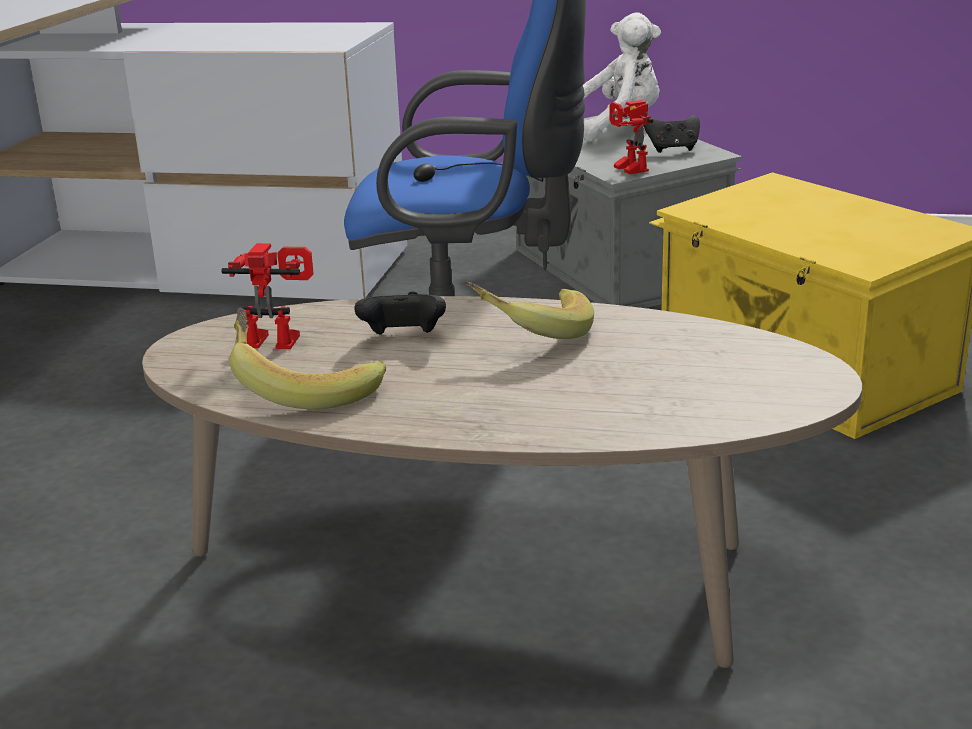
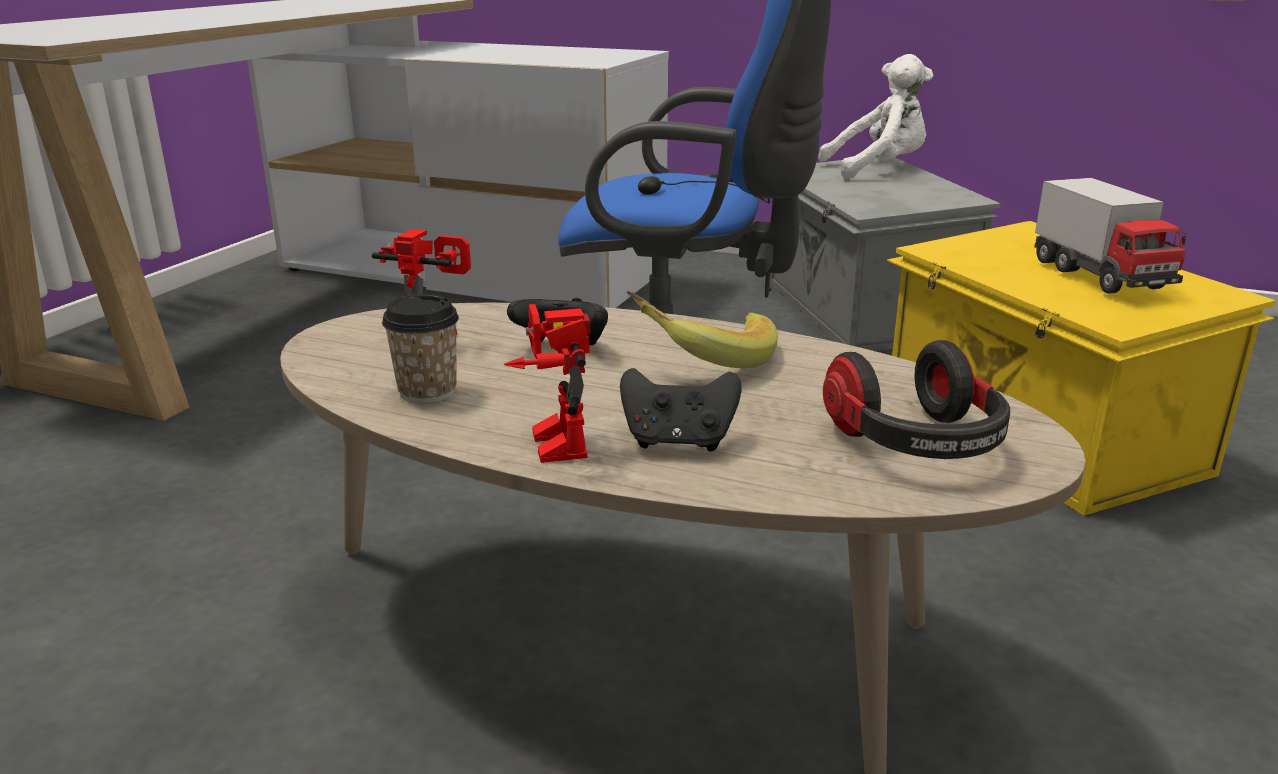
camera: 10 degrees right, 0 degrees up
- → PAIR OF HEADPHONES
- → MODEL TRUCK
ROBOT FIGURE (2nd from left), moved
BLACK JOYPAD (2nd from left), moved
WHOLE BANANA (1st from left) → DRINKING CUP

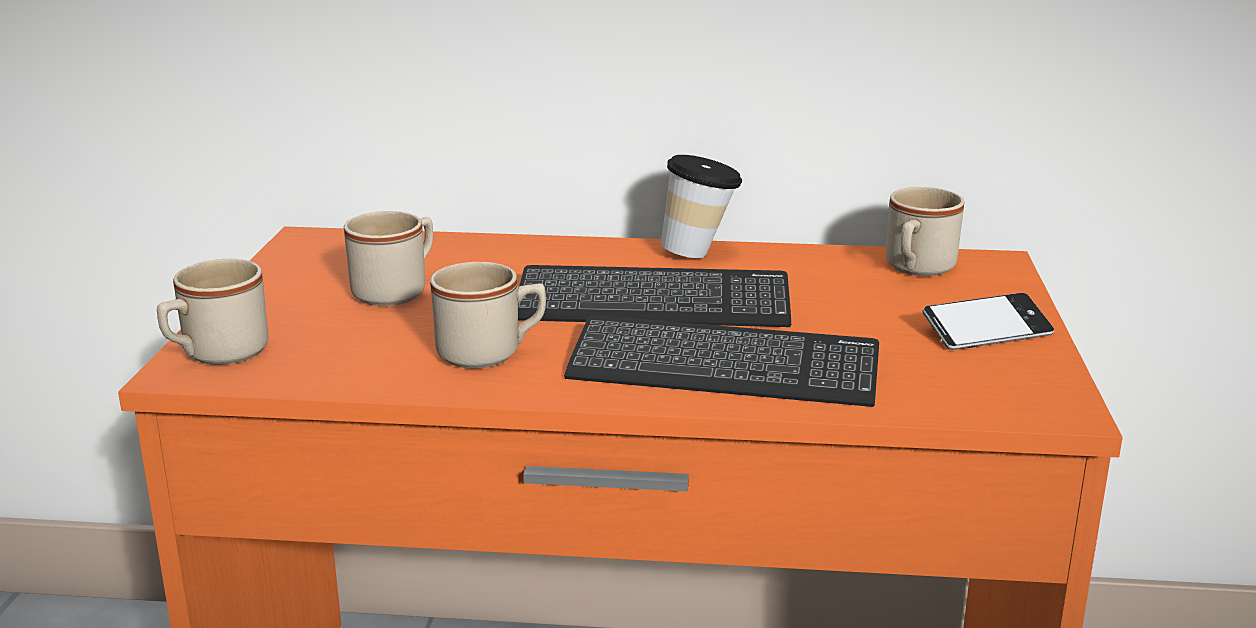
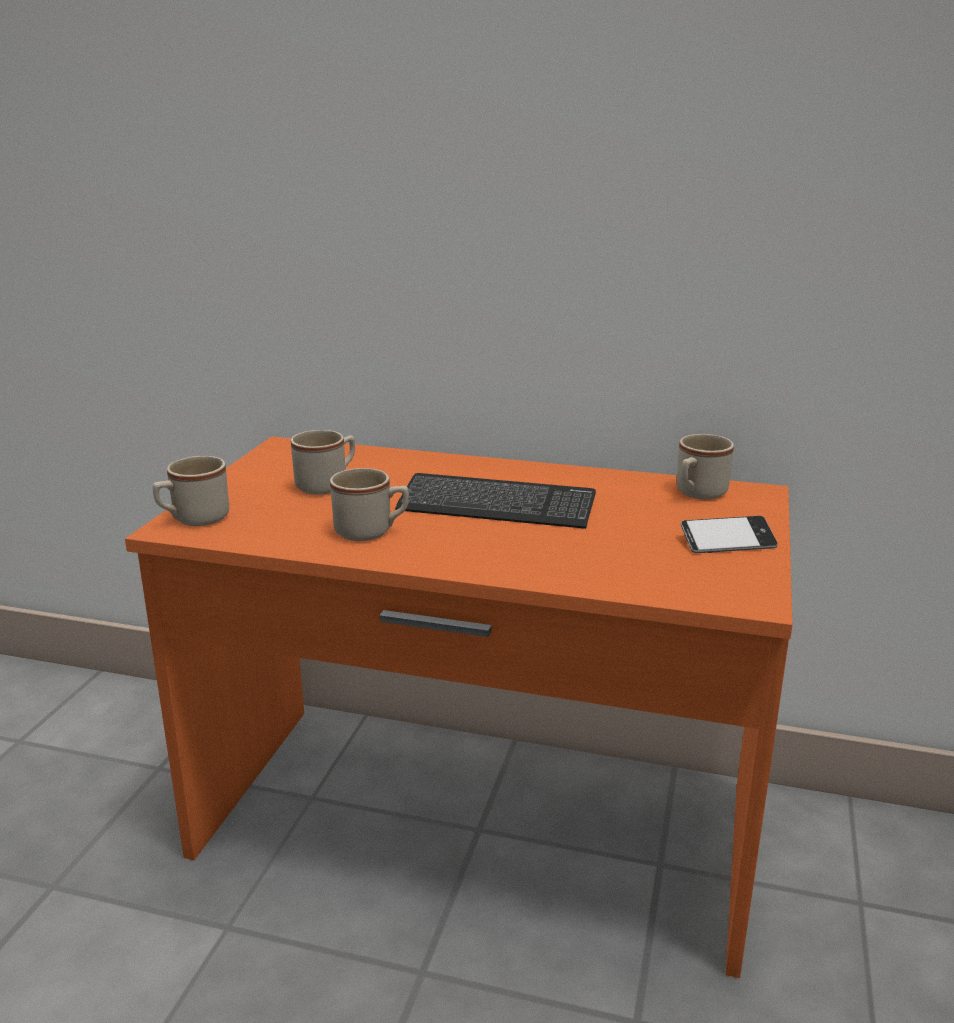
camera: 10 degrees right, 0 degrees up
KEYBOARD (2nd from left) → -
DRINKING CUP → -

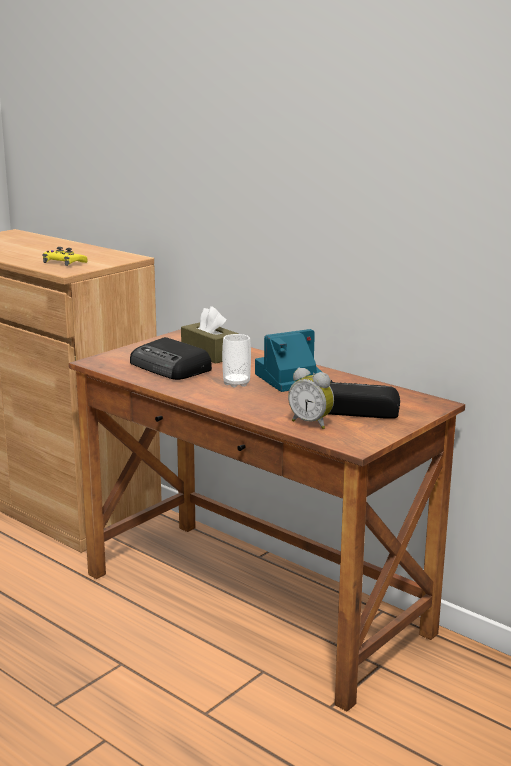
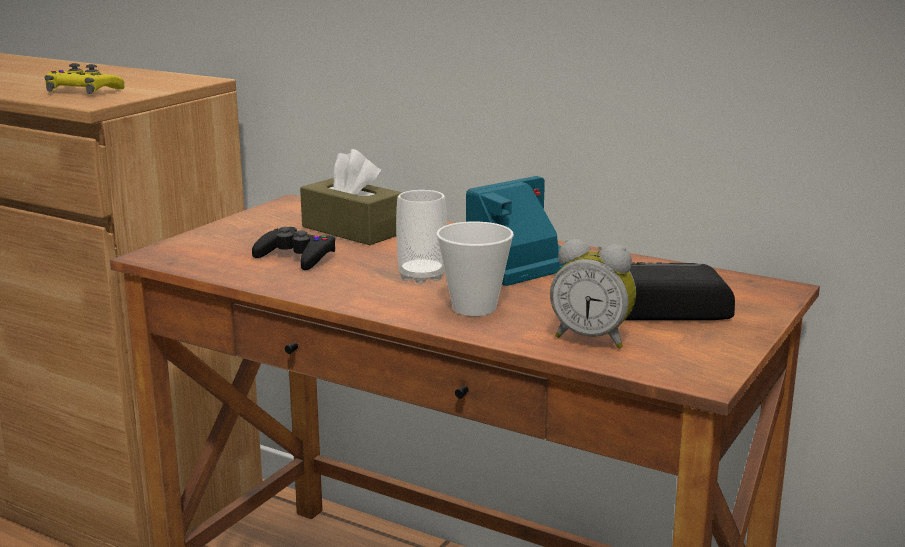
camera: 10 degrees left, 0 degrees up
- → DRINKING CUP (2nd from left)
RADIO RECEIVER (1st from left) → BLACK JOYPAD

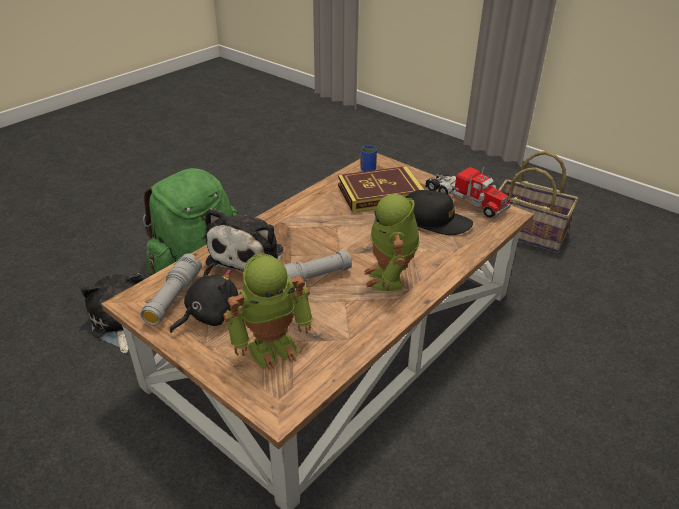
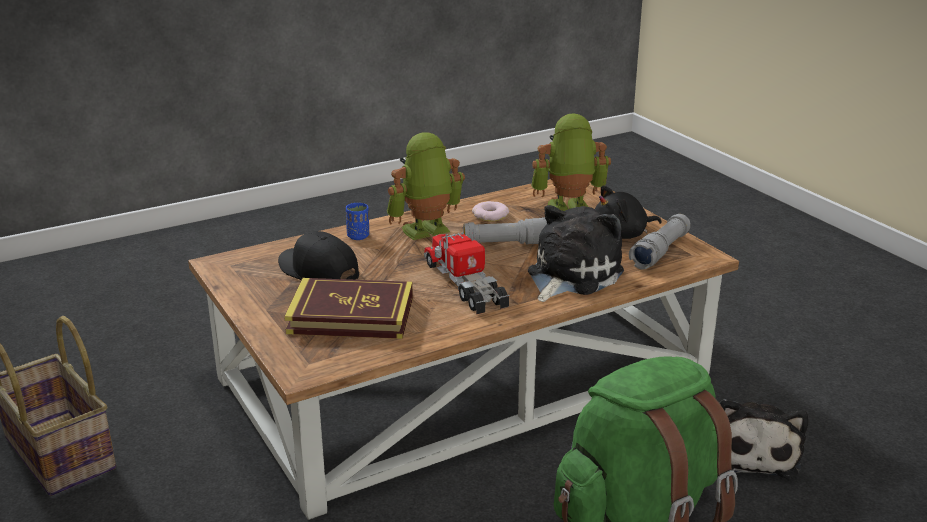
camera: 160 degrees left, 10 degrees down
- → DOUGHNUT
BLUE-COLOURED DRINKING CUP, moved
MODEL TRUCK, moved
ROBOT FIGURE (2nd from left in the first image) → ROBOT FIGURE (1st from left), 135 degrees counterclockwise

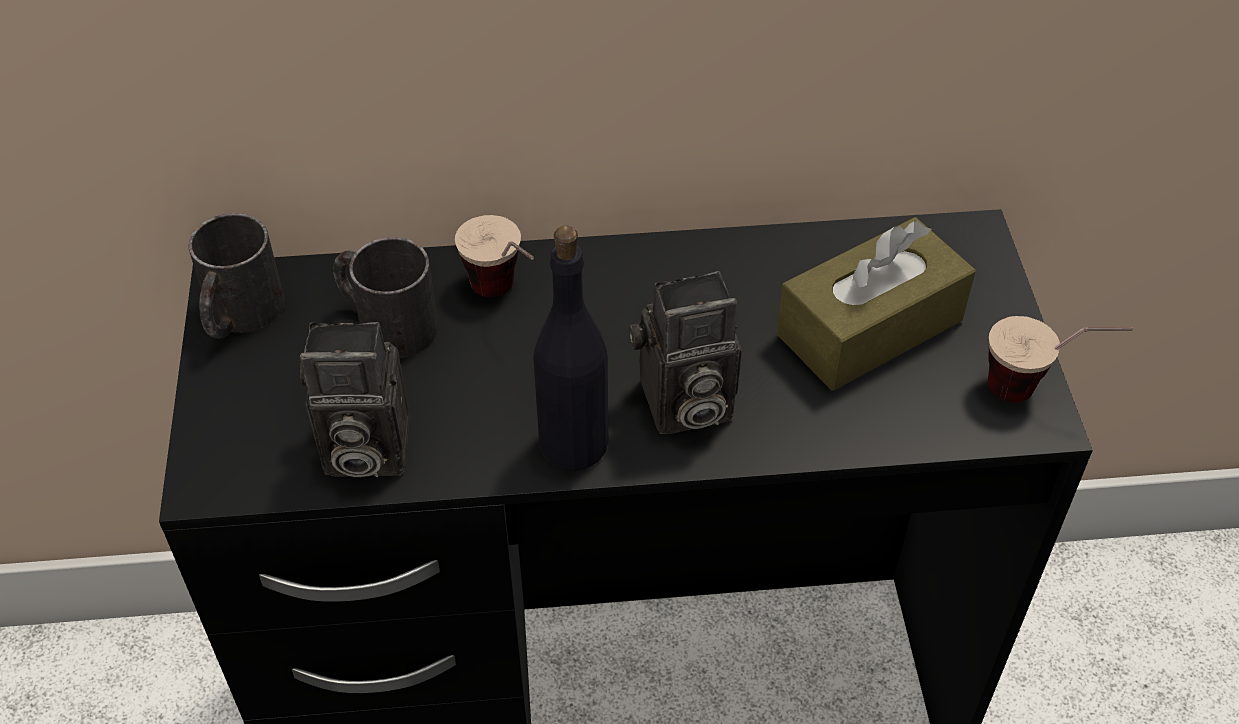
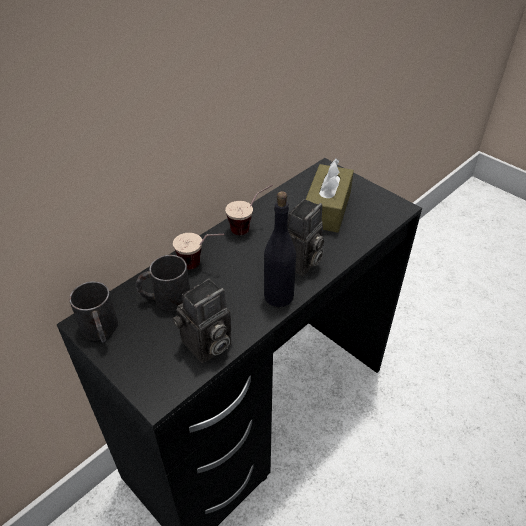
camera: 40 degrees left, 5 degrees down
DRINKING CUP (2nd from left), moved

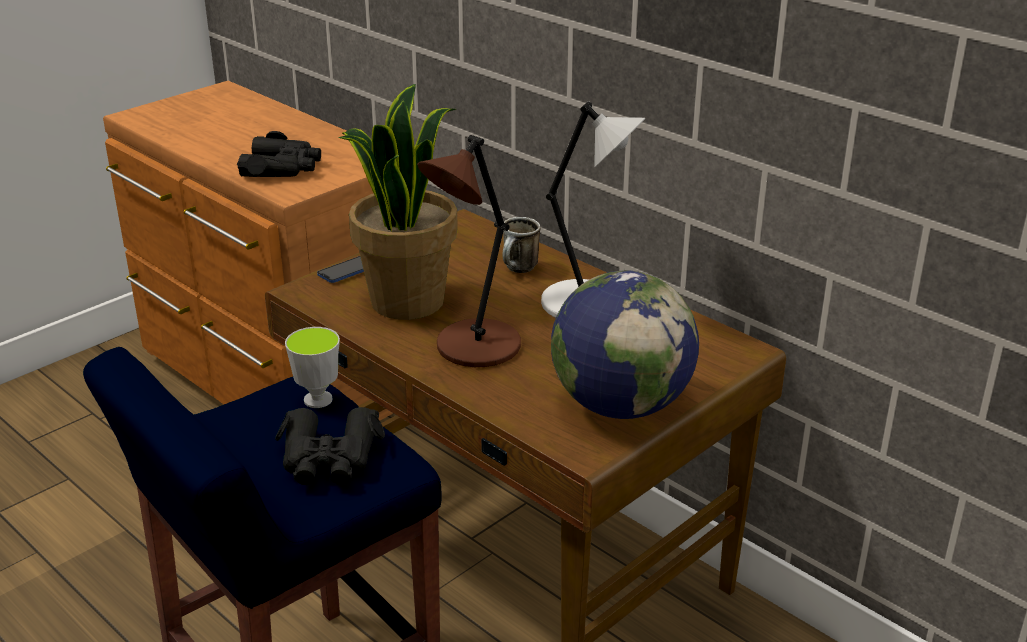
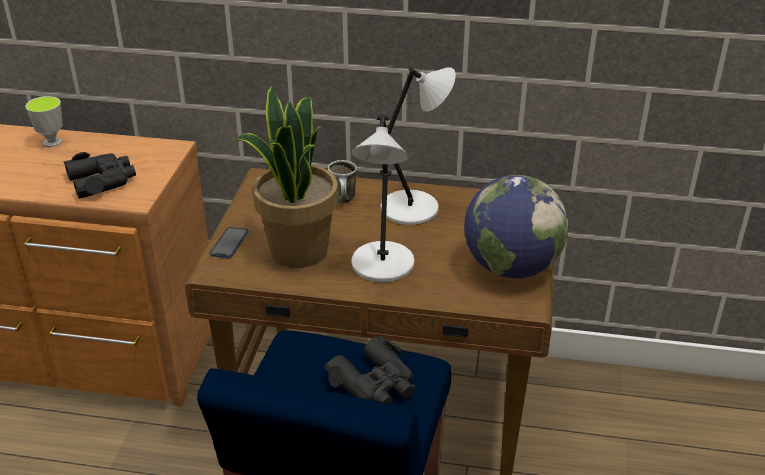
camera: 35 degrees left, 5 degrees up
DRINKING CUP, moved
BROWN TABLETOP LAMP → GREY TABLETOP LAMP (1st from left)

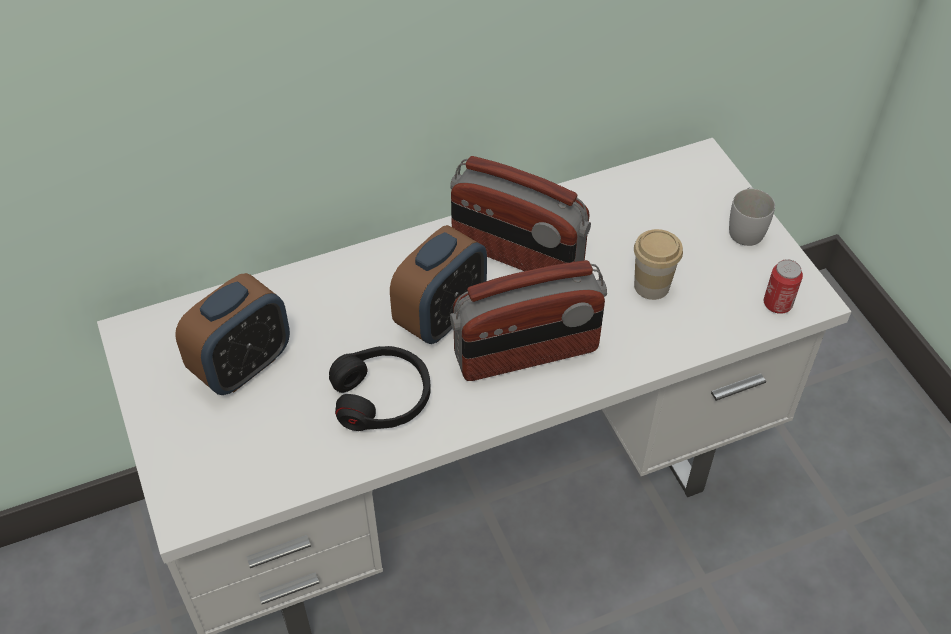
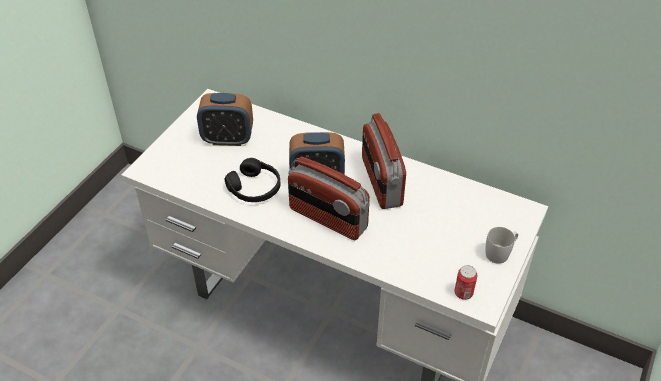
camera: 50 degrees right, 5 degrees down
DRINKING CUP → -

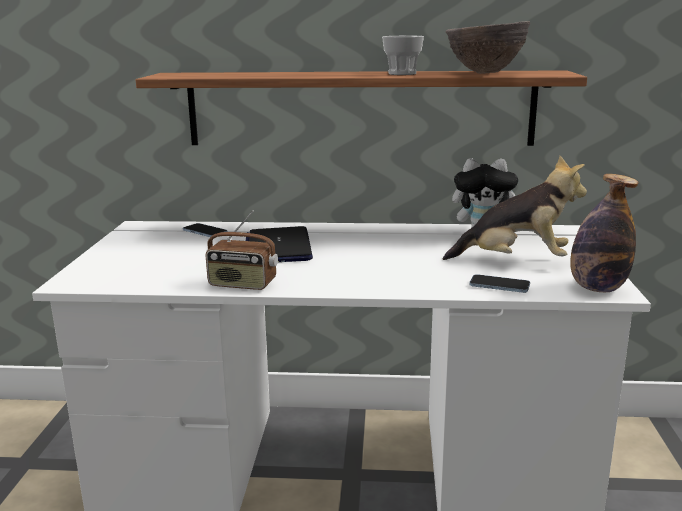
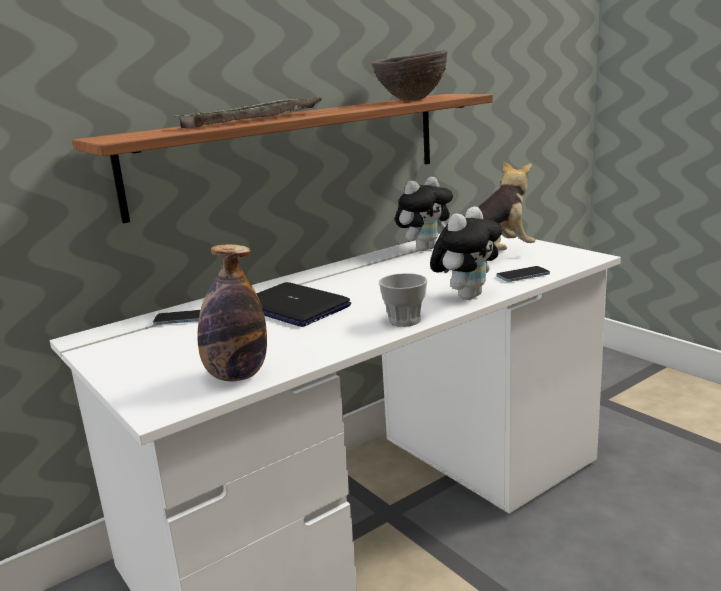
camera: 40 degrees left, 0 degrees up
RADIO RECEIVER → -
- → CARRYING TRAY
- → SOFT TOY (2nd from left)
DRINKING CUP, moved
BOTTLE, moved

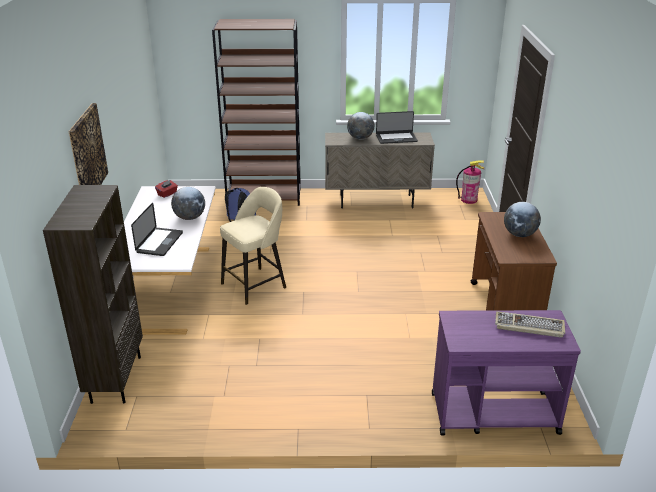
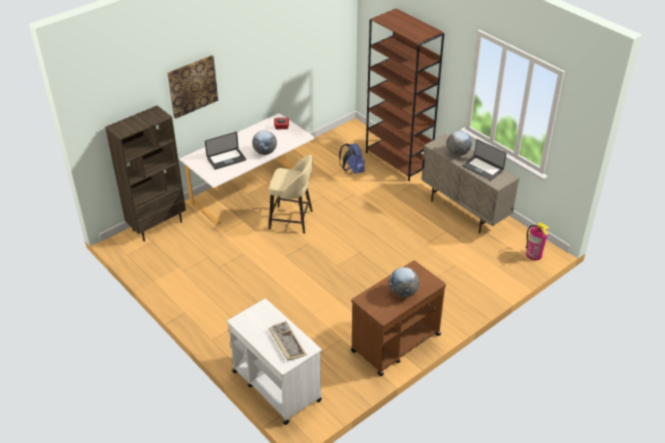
camera: 50 degrees right, 10 degrees up
PURPLISH CART → WHITE CART

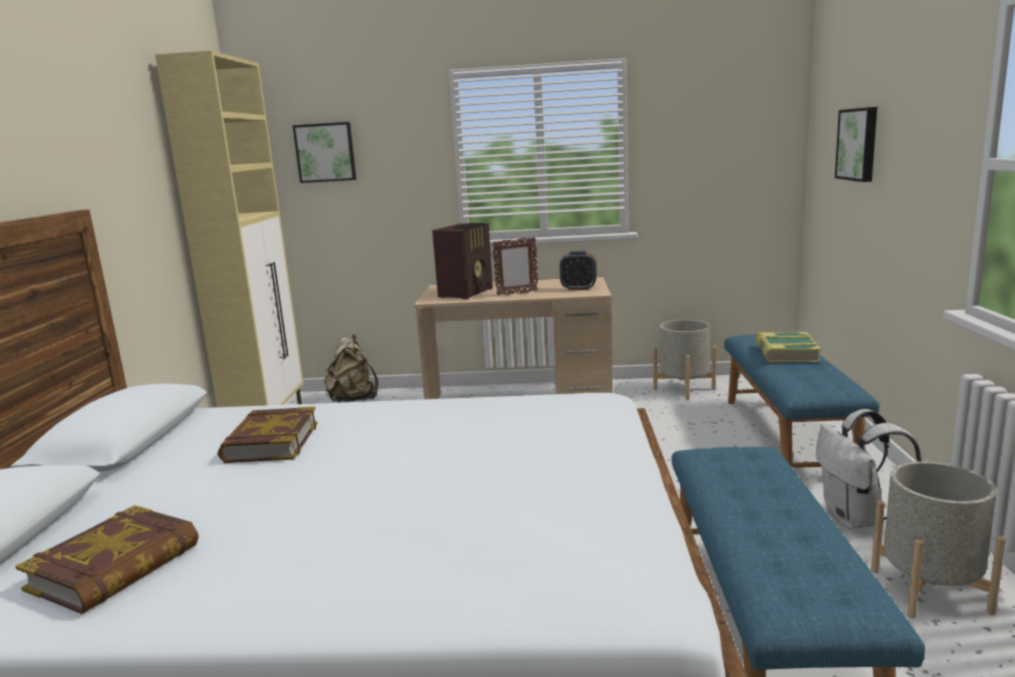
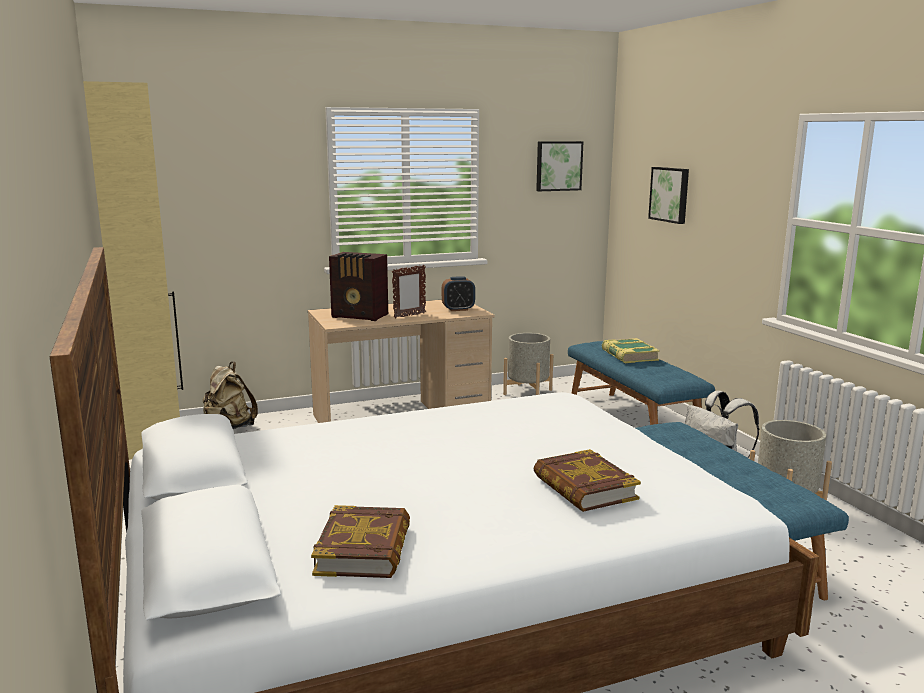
camera: 25 degrees left, 0 degrees up
BOUND BOOK (2nd from left), moved
WALL PICTURE (1st from left), moved
RADIO RECEIVER, 105 degrees clockwise

